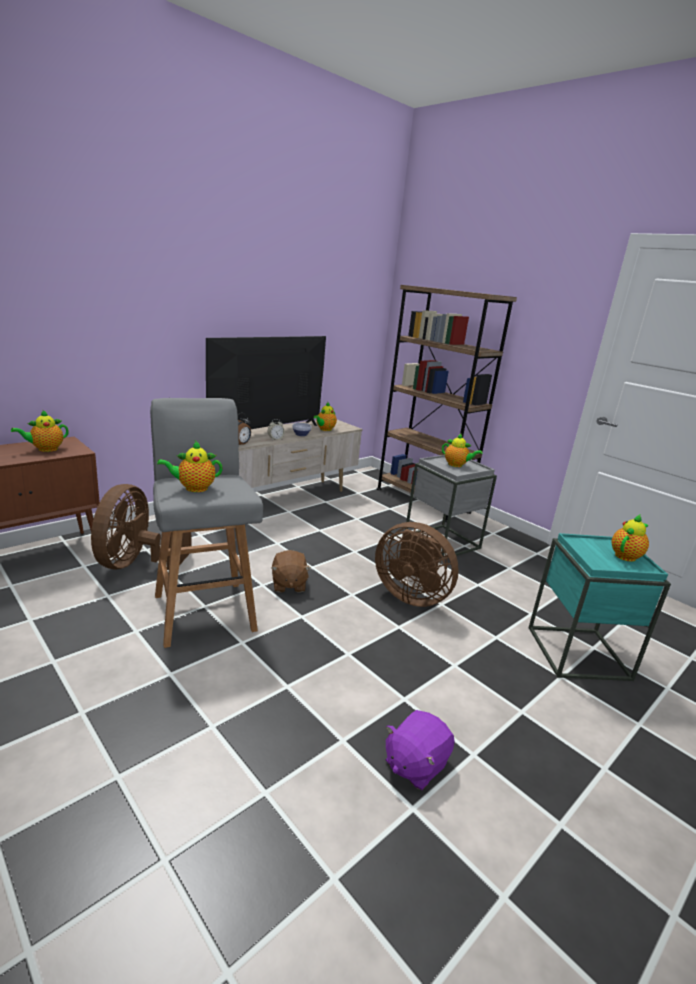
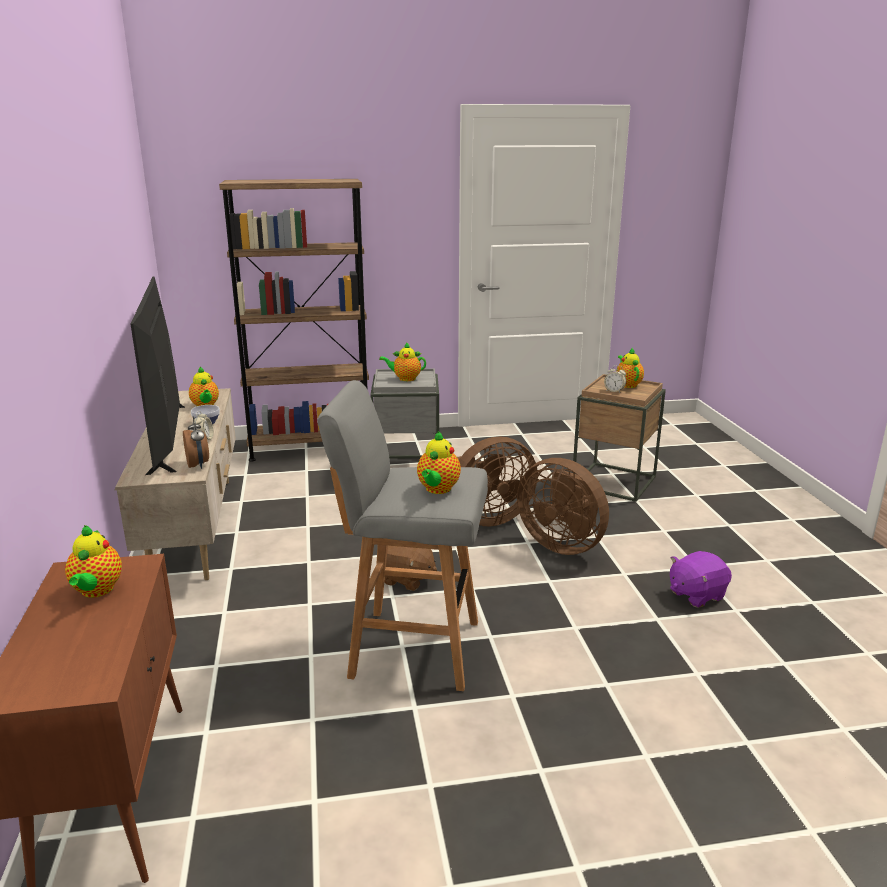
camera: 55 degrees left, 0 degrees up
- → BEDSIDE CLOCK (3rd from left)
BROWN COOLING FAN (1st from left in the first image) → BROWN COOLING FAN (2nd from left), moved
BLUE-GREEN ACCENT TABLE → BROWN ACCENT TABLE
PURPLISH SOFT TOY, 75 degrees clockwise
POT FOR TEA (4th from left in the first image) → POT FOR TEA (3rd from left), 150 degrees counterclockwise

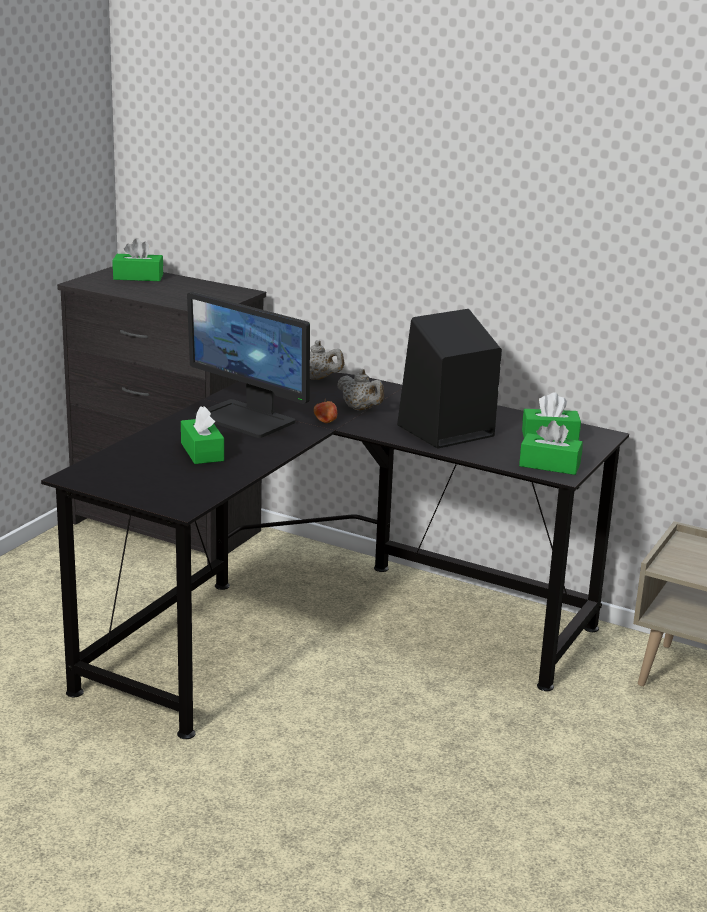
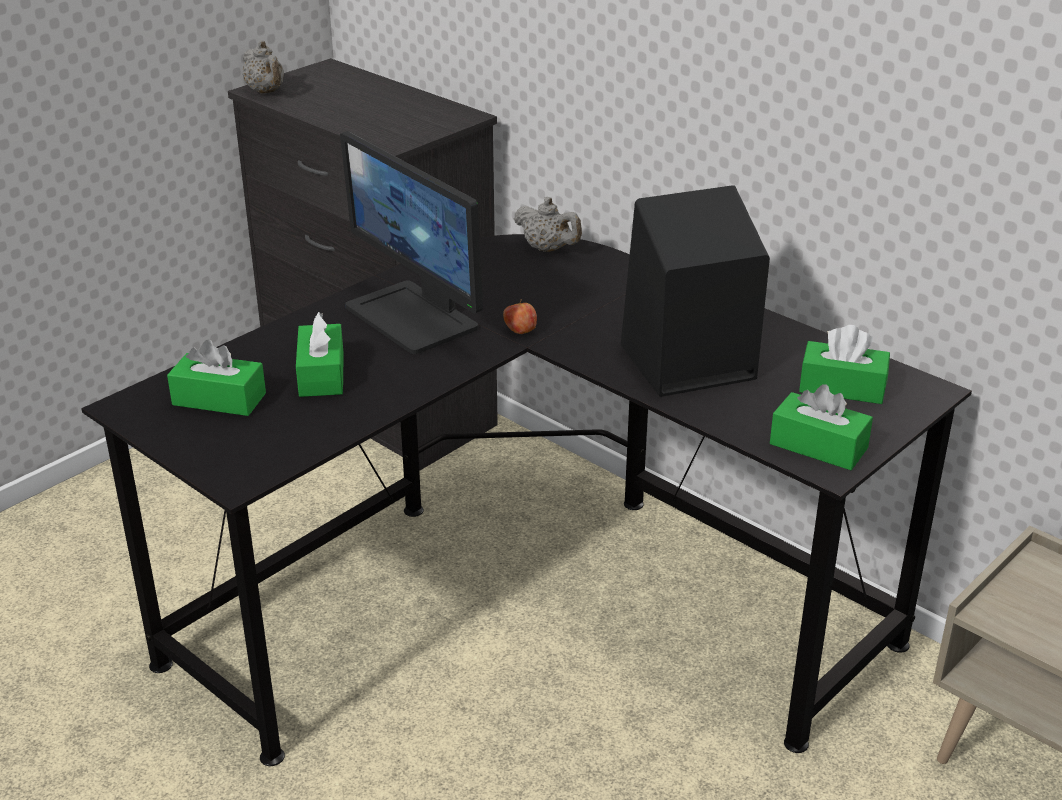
camera: 15 degrees right, 10 degrees up
GREENISH TISSUE BOX (1st from left), moved
GREY POT FOR TEA (2nd from left in the first image) → GREY POT FOR TEA (1st from left), moved

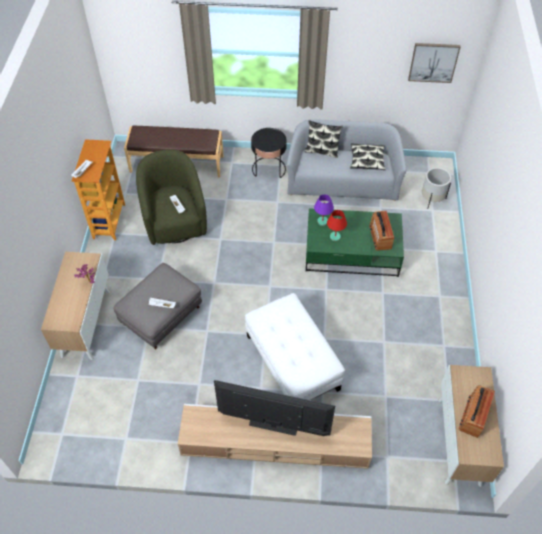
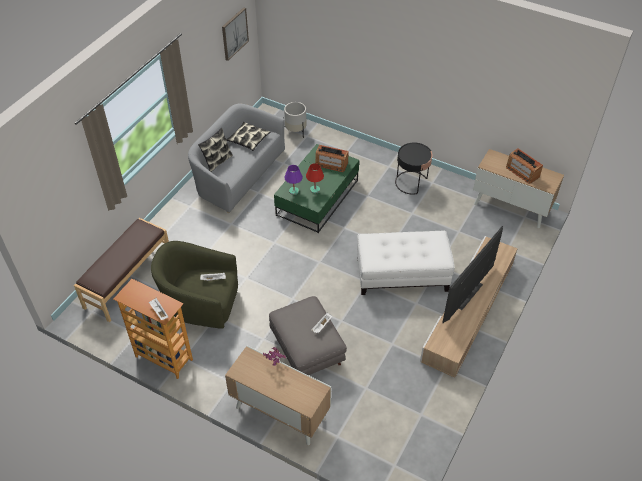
camera: 65 degrees left, 5 degrees down
BLACK ACCENT TABLE, moved

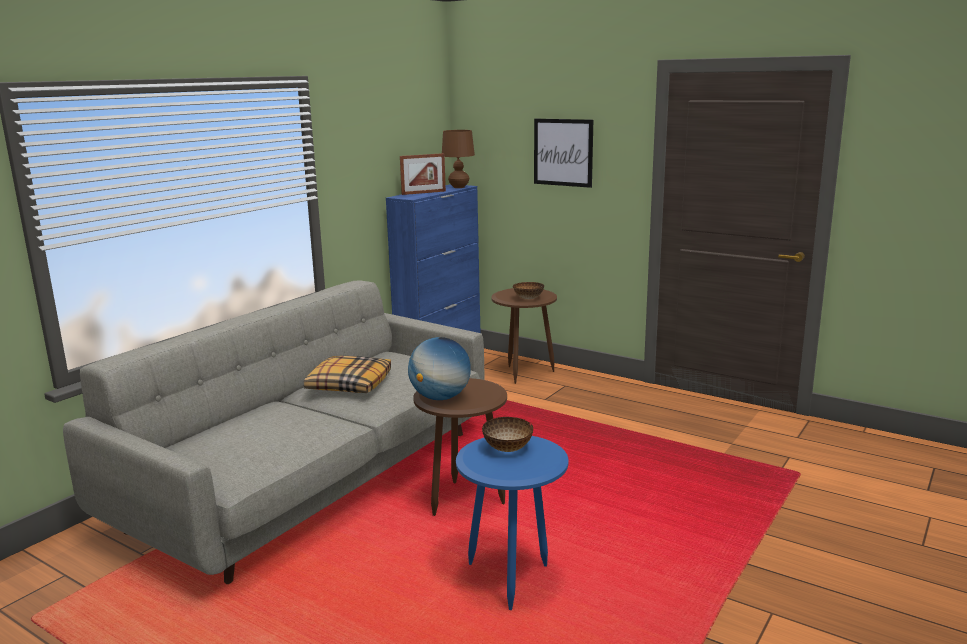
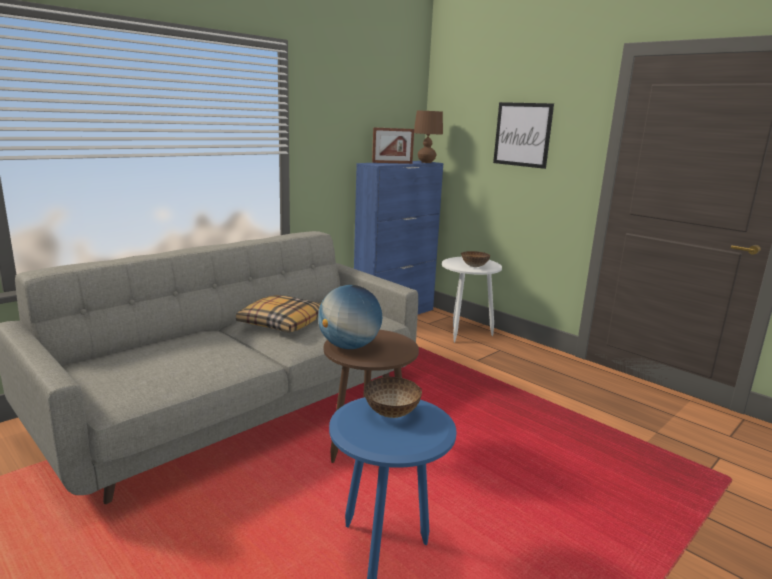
camera: 10 degrees right, 0 degrees up
BROWN ACCENT TABLE (2nd from left) → WHITE ACCENT TABLE

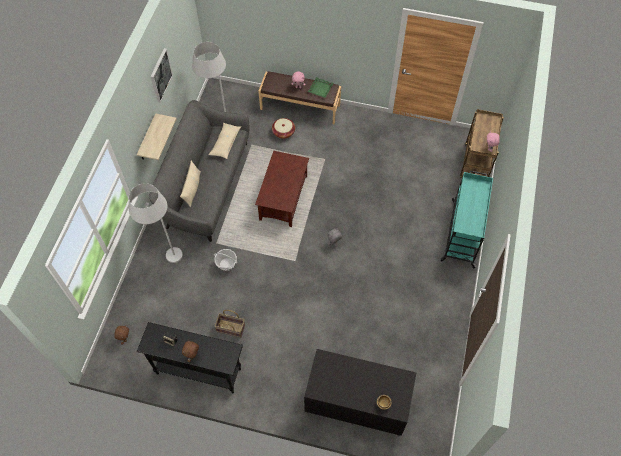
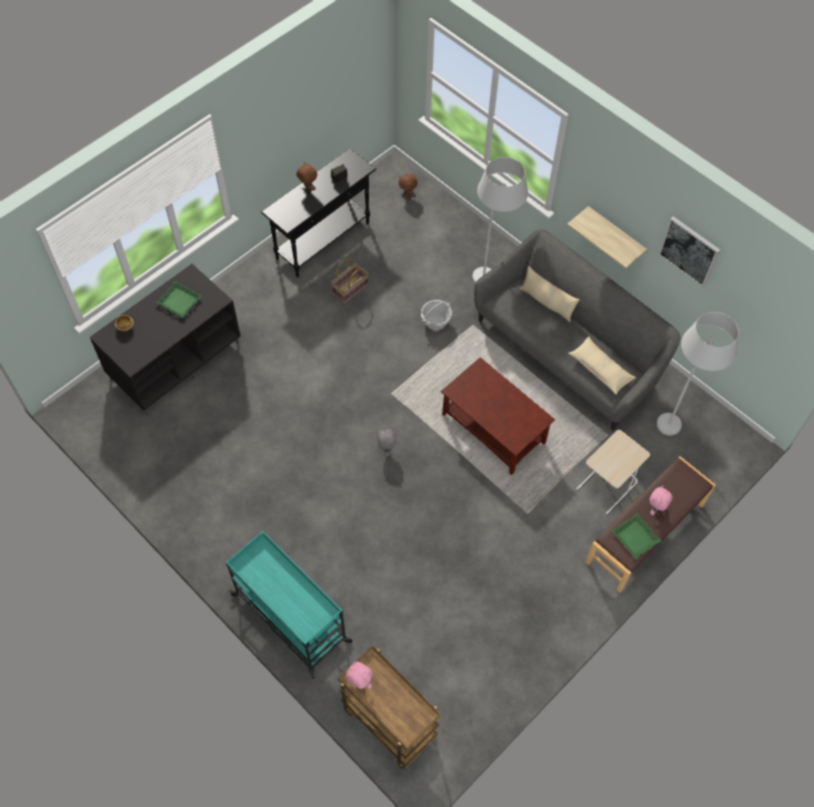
camera: 120 degrees right, 0 degrees up
- → GREENISH CARRYING TRAY (1st from left)
STORAGE BASKET (3rd from left) → SAND-COLOURED ACCENT TABLE

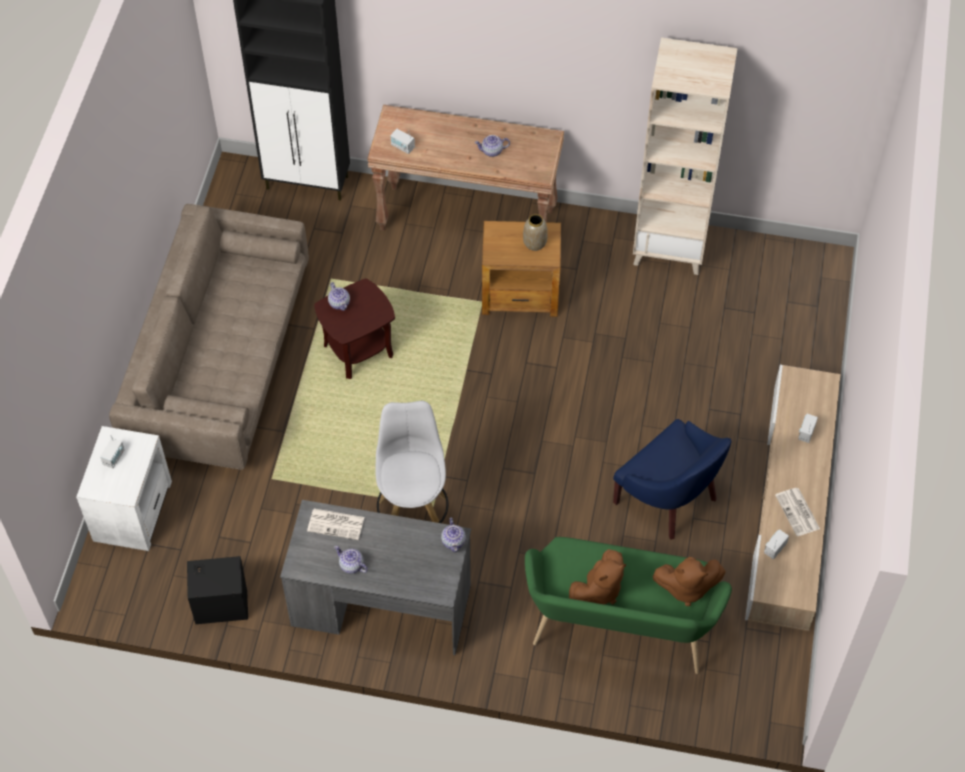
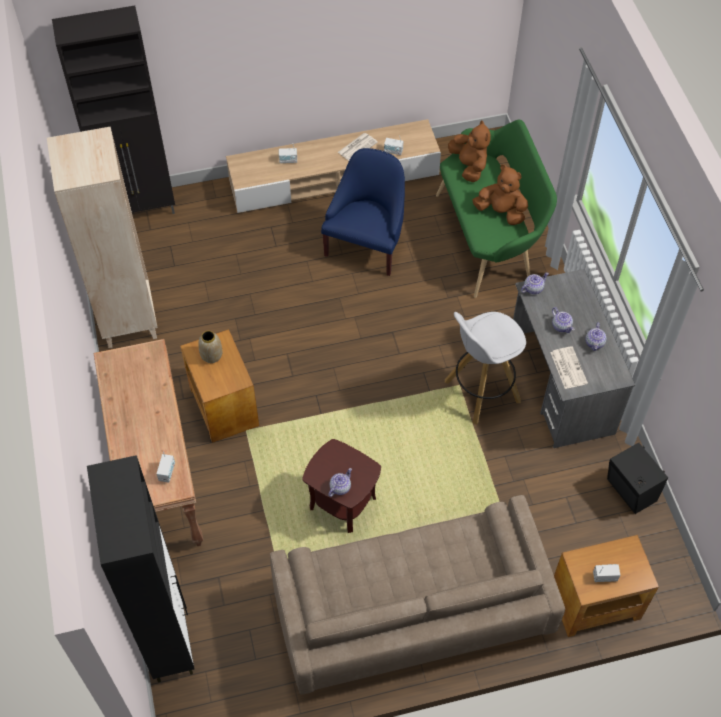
camera: 115 degrees left, 0 degrees up
- → BLACK CUPBOARD (1st from left)
POT FOR TEA (4th from left in the first image) → POT FOR TEA (3rd from left), moved
WHITE ACCENT TABLE → BROWN ACCENT TABLE (3rd from left)

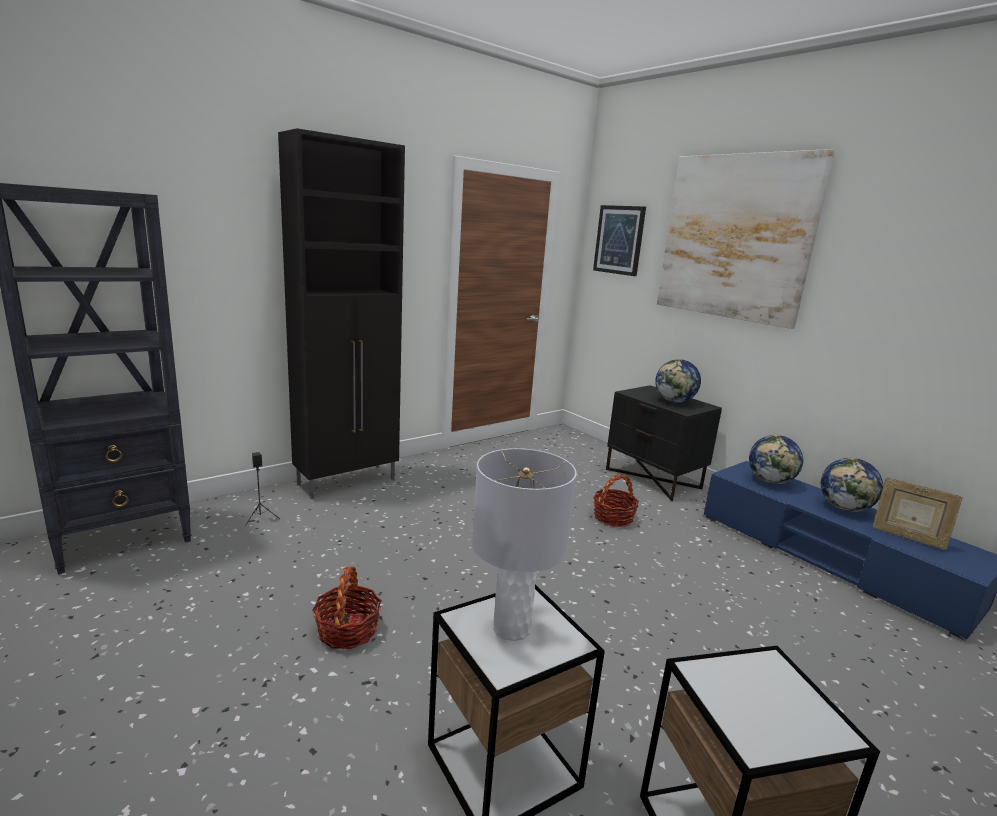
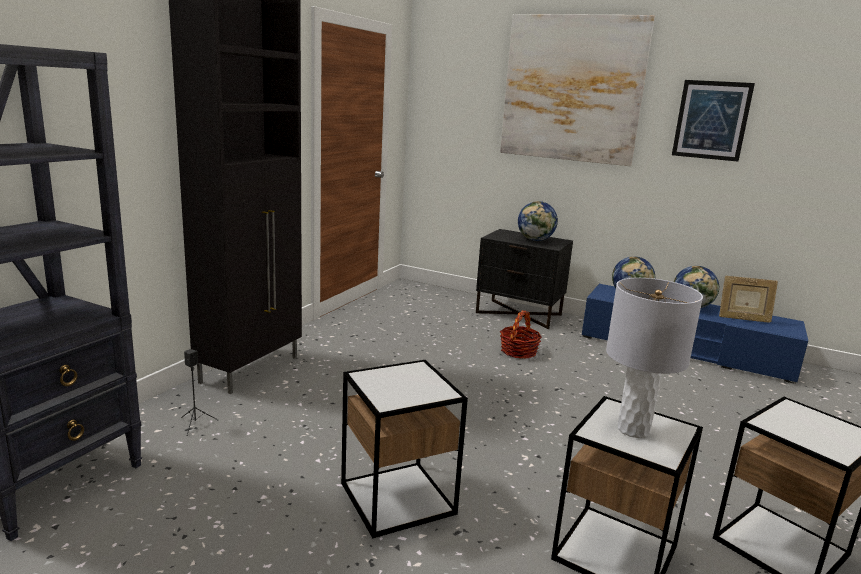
camera: 25 degrees left, 0 degrees up
WALL PICTURE (1st from left in the first image) → WALL PICTURE (2nd from left), moved
STORAGE BASKET (1st from left) → ACCENT TABLE (1st from left)

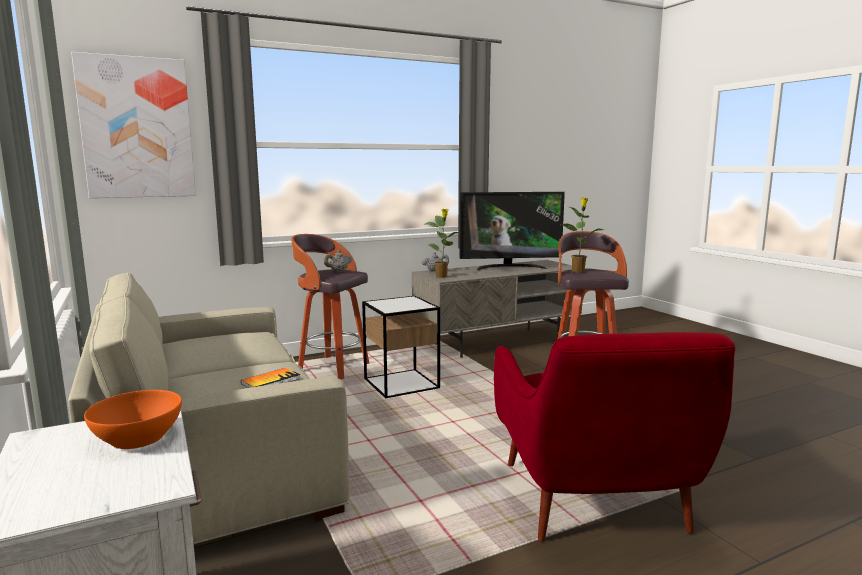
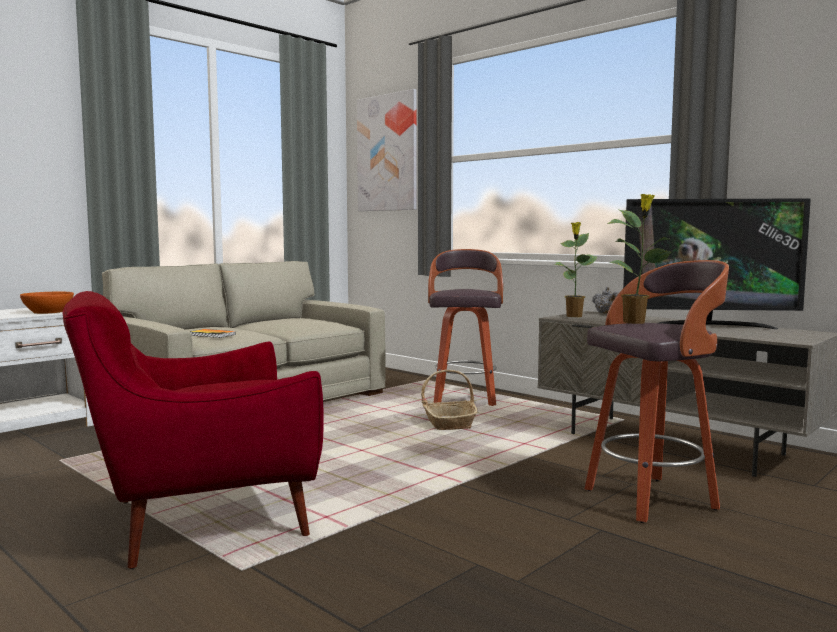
camera: 70 degrees right, 5 degrees down
GREY POT FOR TEA (1st from left) → -
ACCENT TABLE → STORAGE BASKET
TELEVISION, 60 degrees counterclockwise

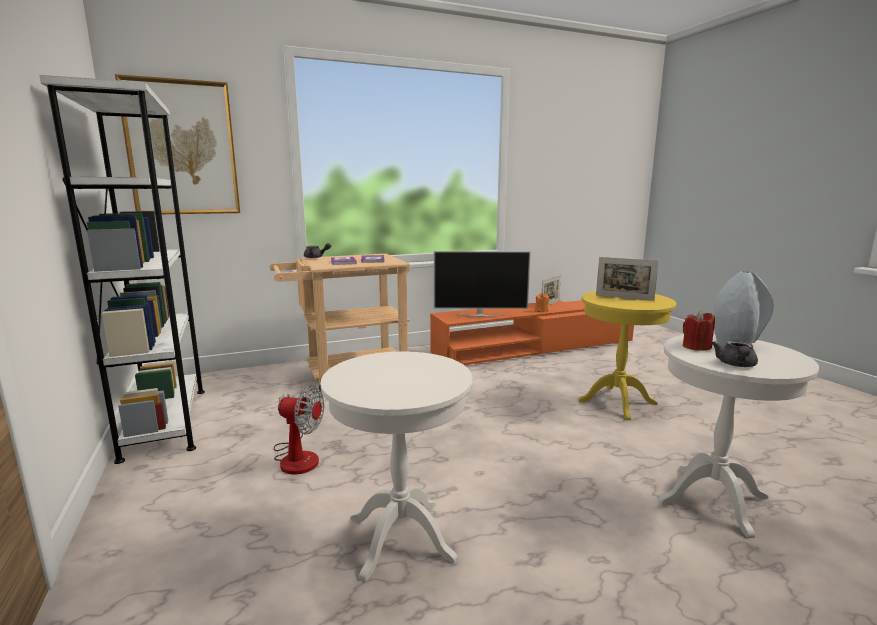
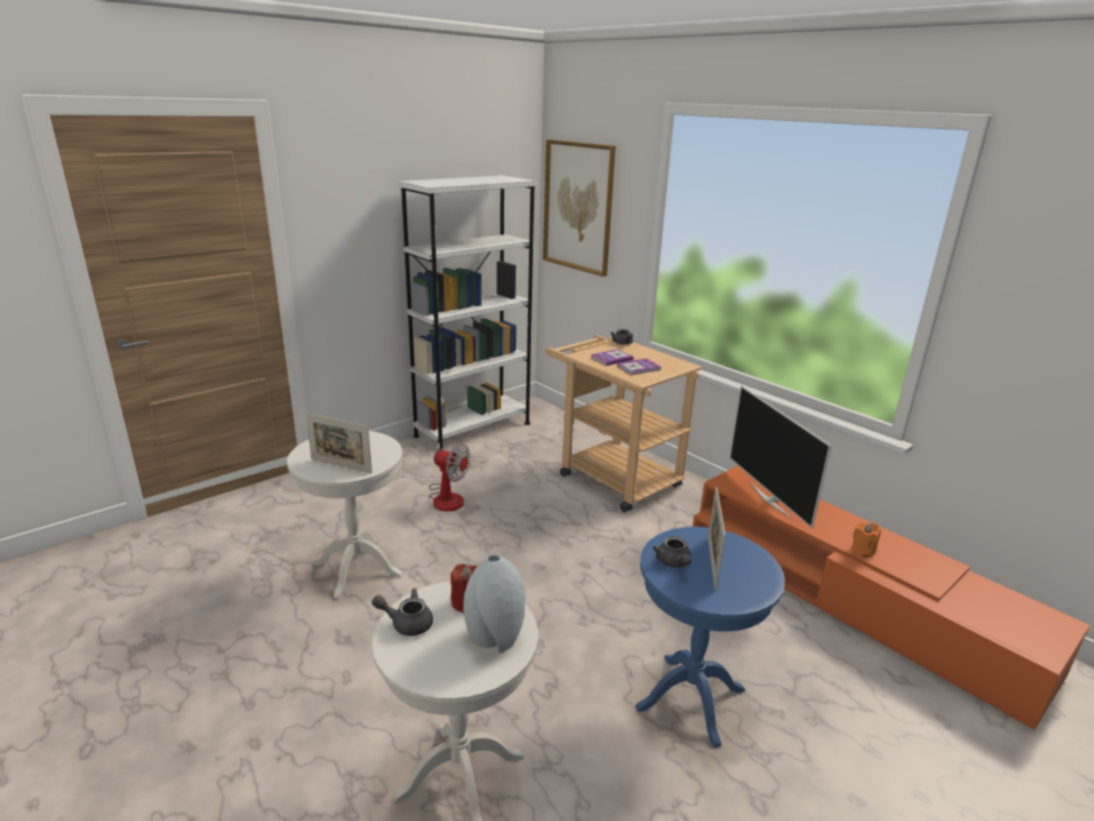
camera: 70 degrees right, 10 degrees up
- → GREY POT FOR TEA (3rd from left)
STANDING FRAME (1st from left), moved
YELLOW-COLOURED ACCENT TABLE → BLUE-COLOURED ACCENT TABLE
COOLING FAN, 60 degrees counterclockwise

